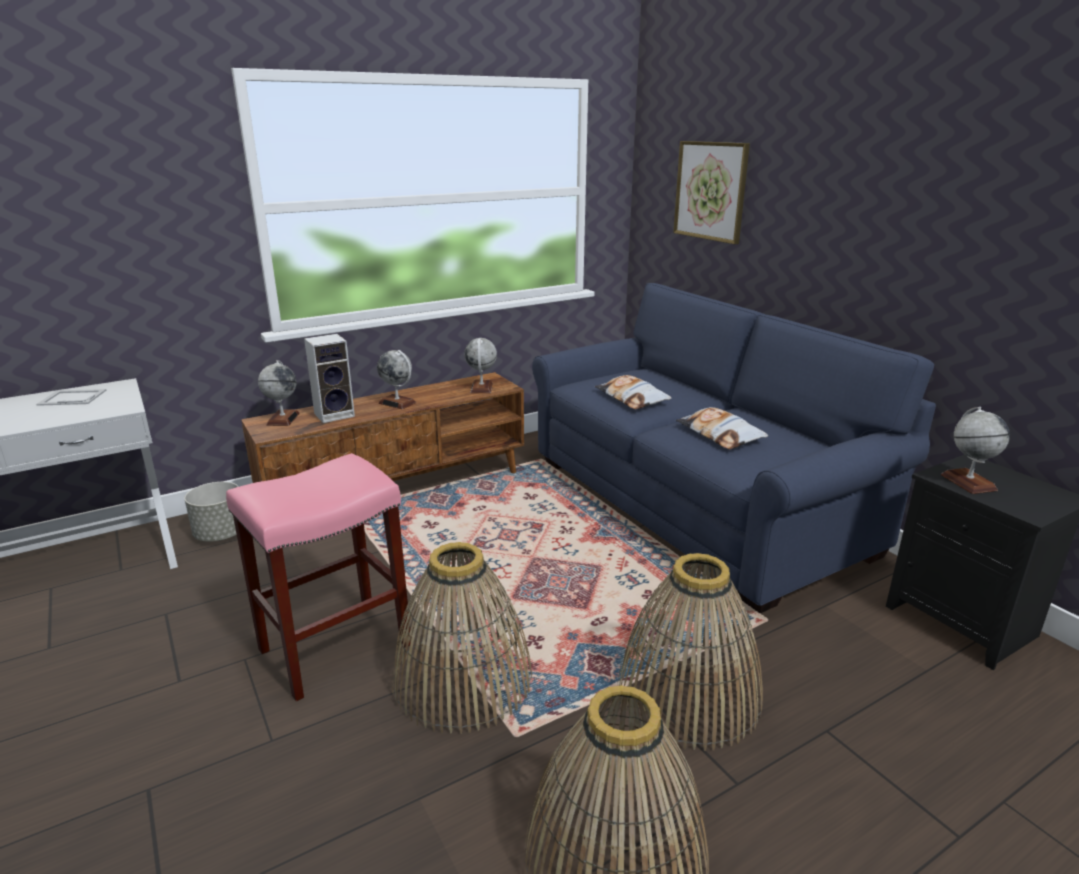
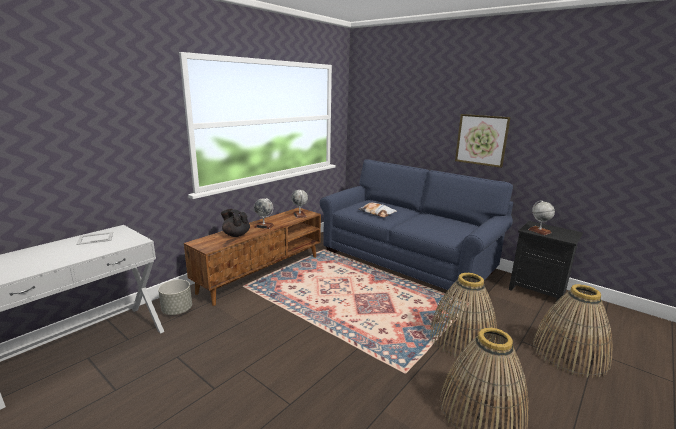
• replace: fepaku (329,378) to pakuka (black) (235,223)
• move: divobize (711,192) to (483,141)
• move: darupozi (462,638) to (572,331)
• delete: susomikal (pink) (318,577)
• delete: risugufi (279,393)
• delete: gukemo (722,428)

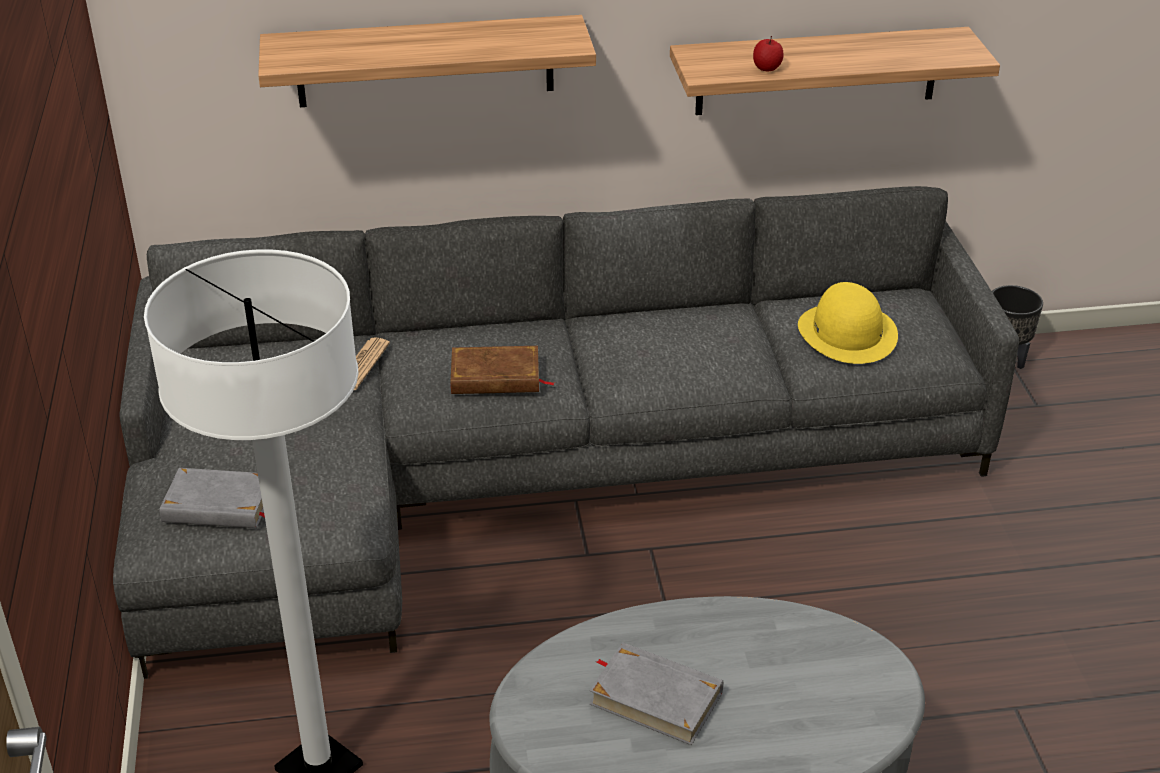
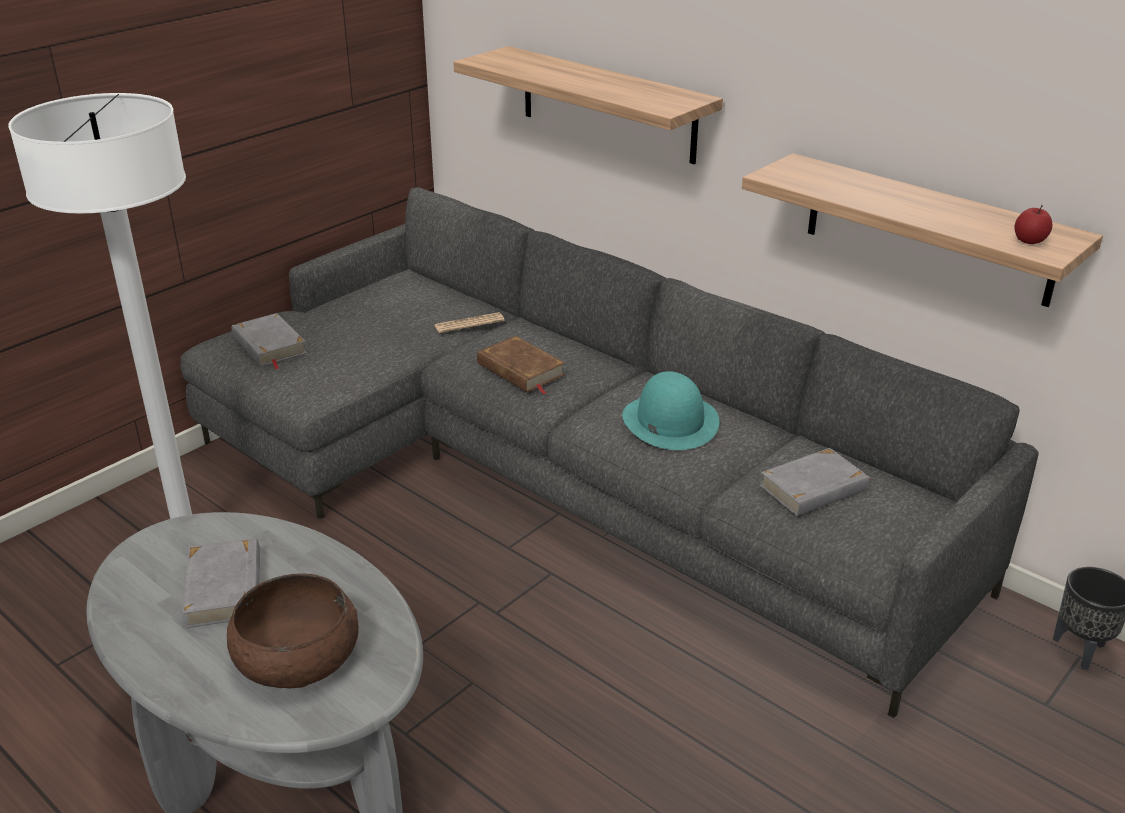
• insert: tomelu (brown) (292,631)
• insert: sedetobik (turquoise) (671,410)
• replace: sedetobik (yellow) (848,323) to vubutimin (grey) (815,482)
• move: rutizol (768,53) to (1033,224)

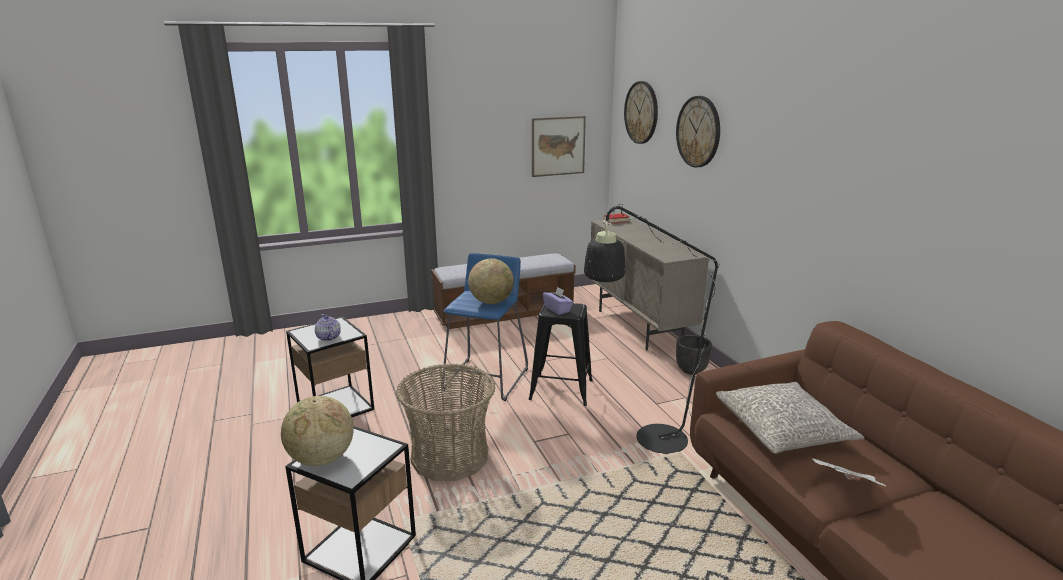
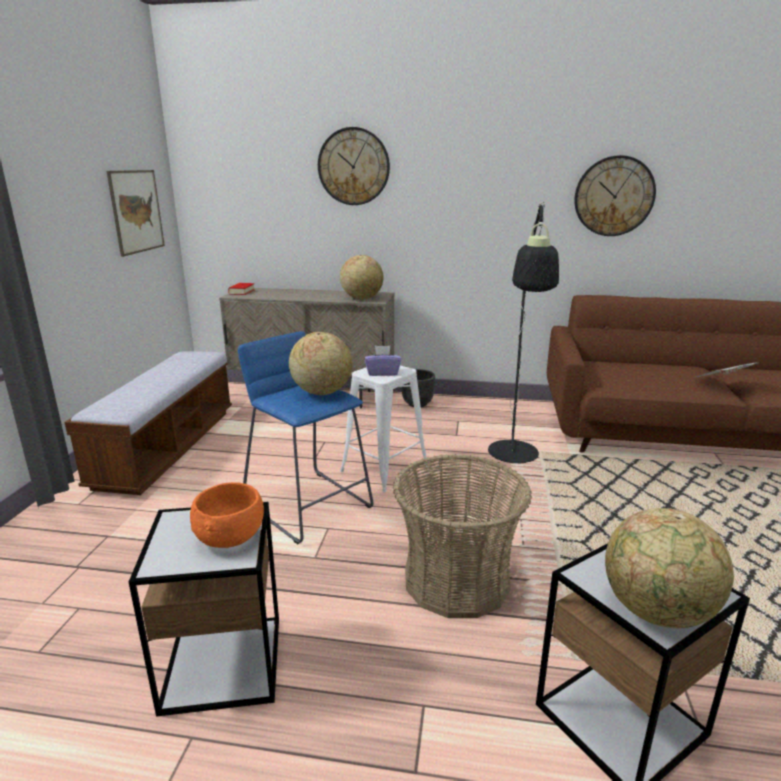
• replace: pakuka (328,327) to tomelu (orange) (227,515)
• insert: risugufi (361,277)
• recolor: susomikal (black) (561,354) to susomikal (white) (384,429)
• move: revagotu (641,112) to (615,195)
• delete: gukemo (grey) (790,418)

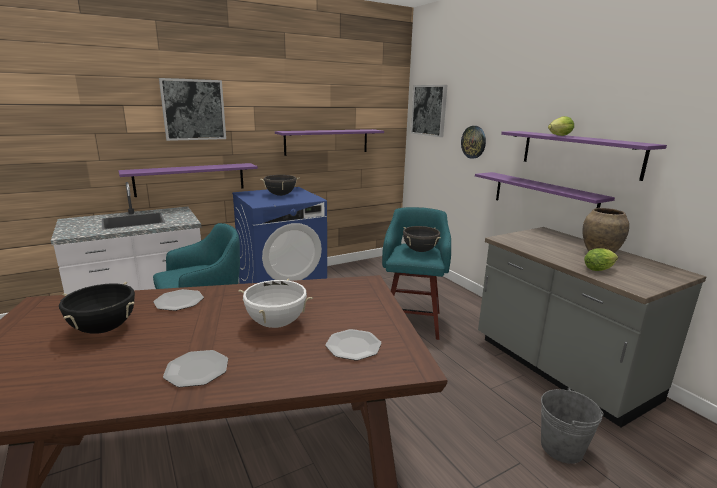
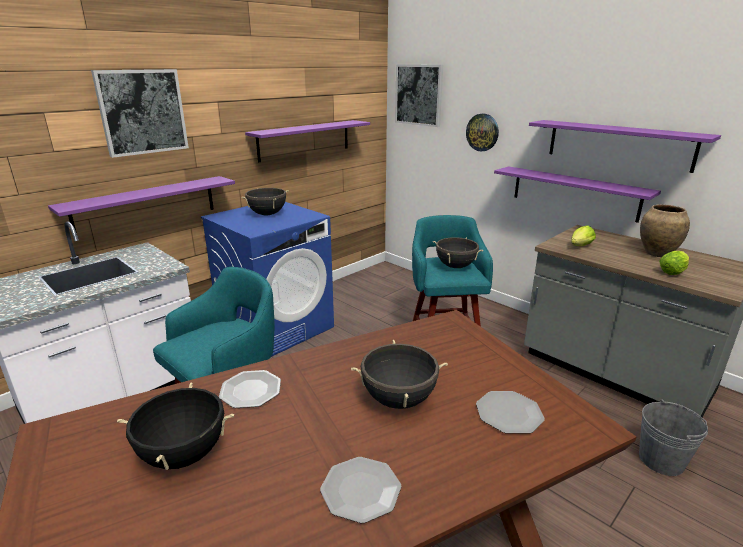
• recolor: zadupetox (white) (275,303) to zadupetox (black) (399,374)
• move: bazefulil (561,126) to (583,235)

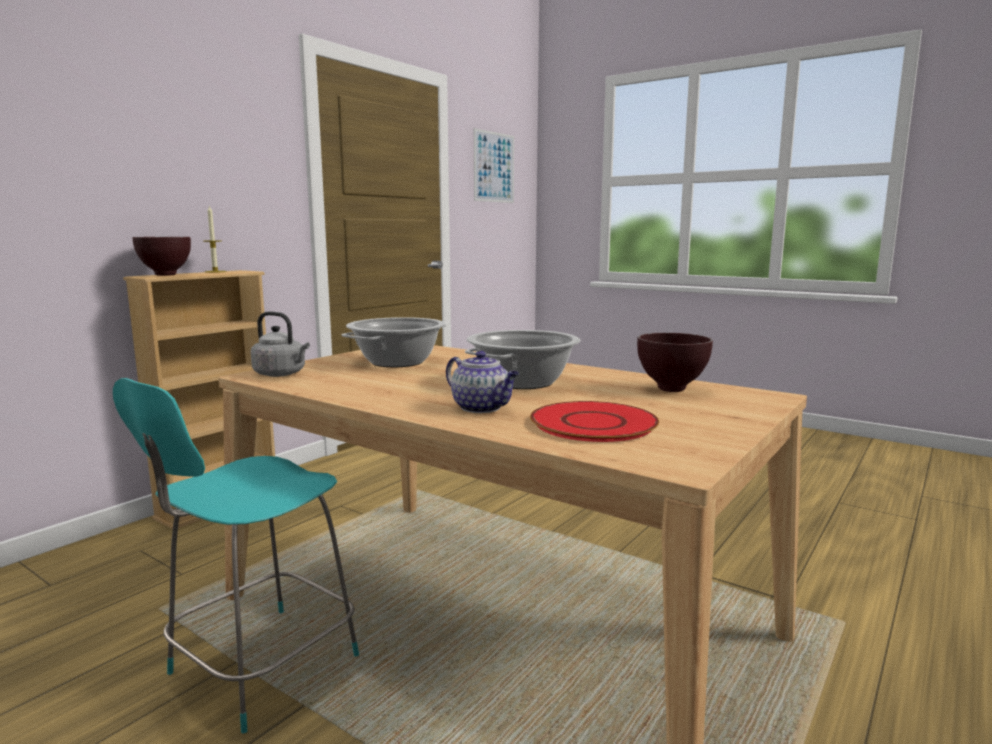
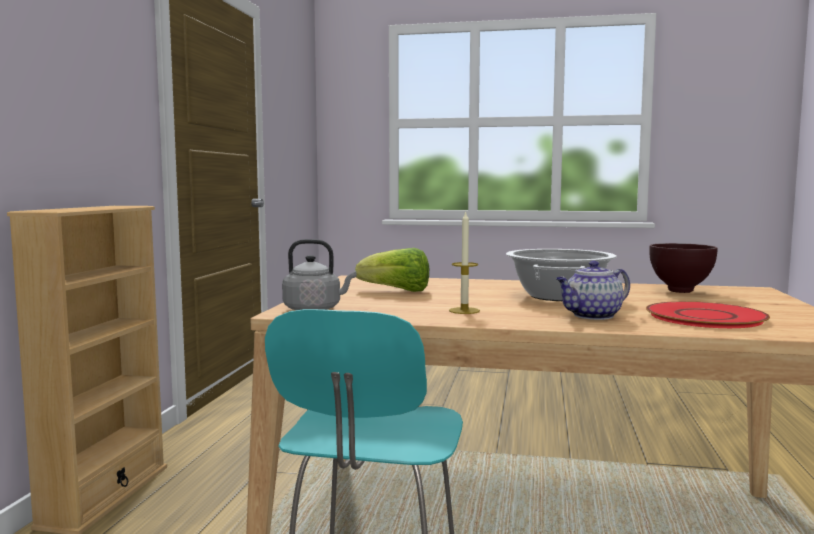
• replace: zadupetox (393,342) to bazefulil (392,270)
• move: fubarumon (214,239) to (464,262)
• rotate: pakuka (482,382) = (593,290) 135 degrees clockwise
• delete: tomelu (brown) (161,256)
• delete: divobize (494,165)

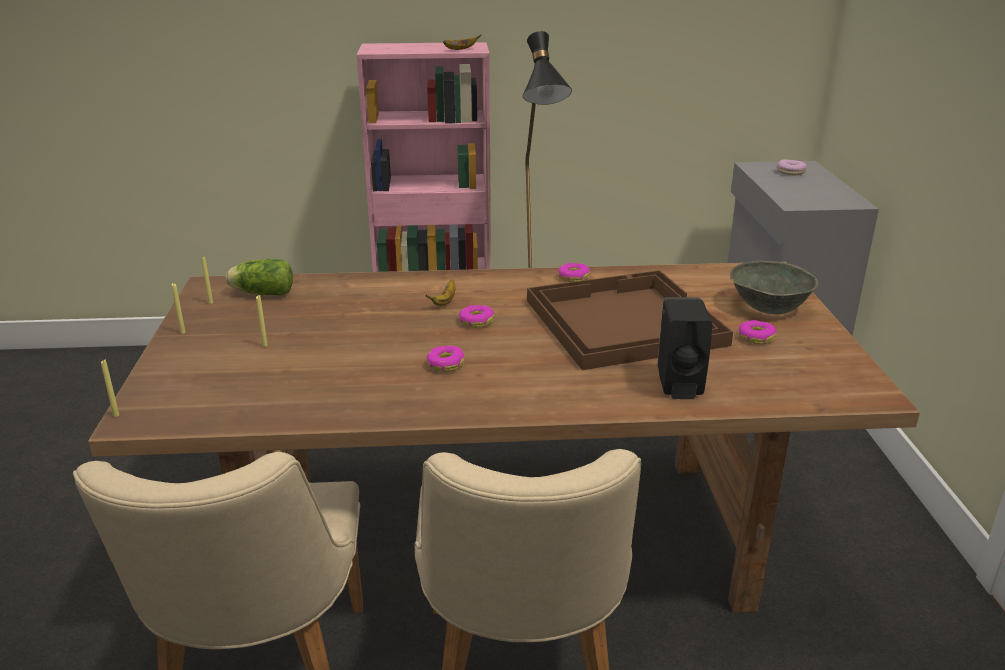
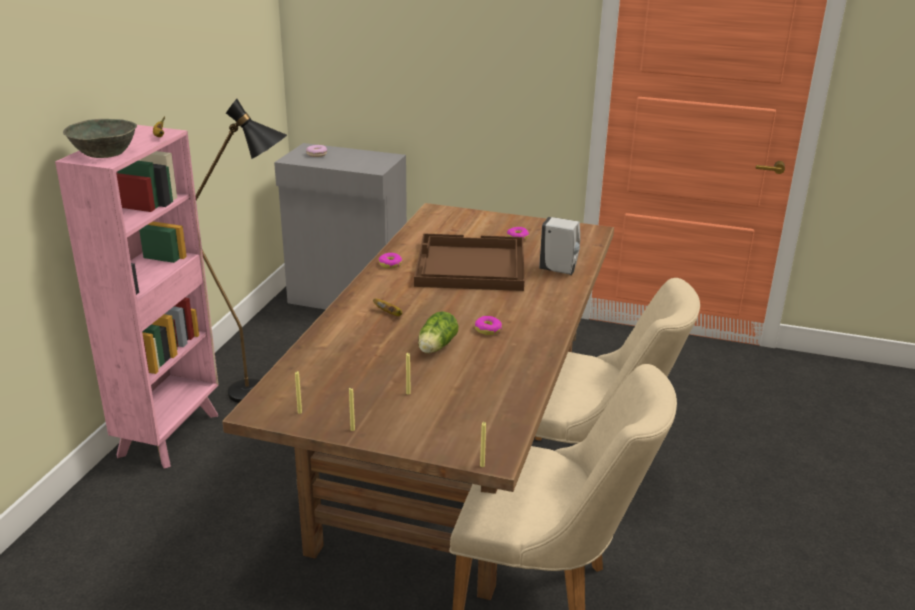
• move: tomelu (grey) (774,288) to (100,138)
• move: bazefulil (259,277) to (438,332)
• recolor: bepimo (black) (684,348) to bepimo (white) (559,246)
• delete: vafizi (476,316)

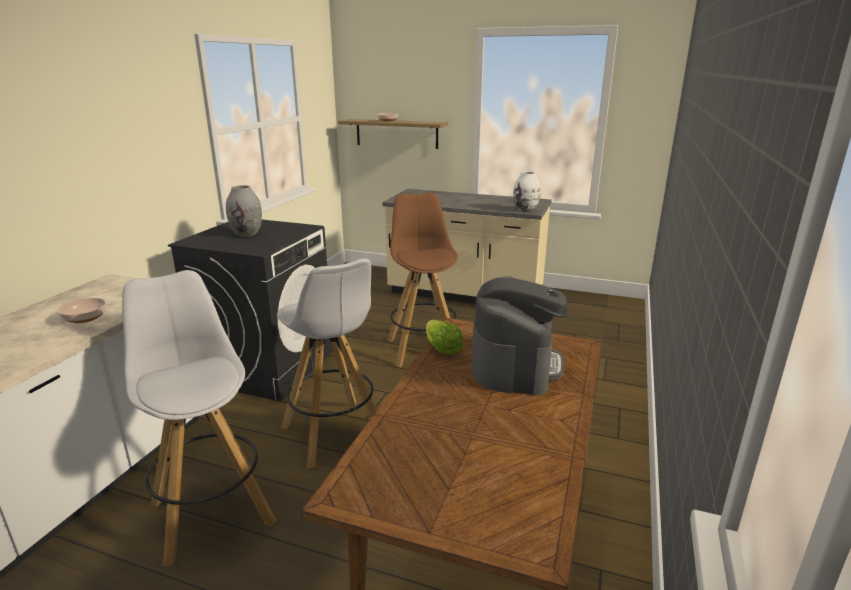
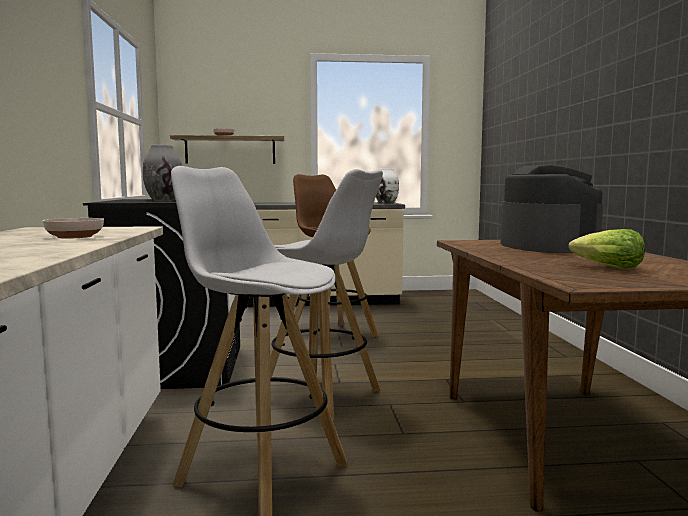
• move: bazefulil (444,337) to (607,249)

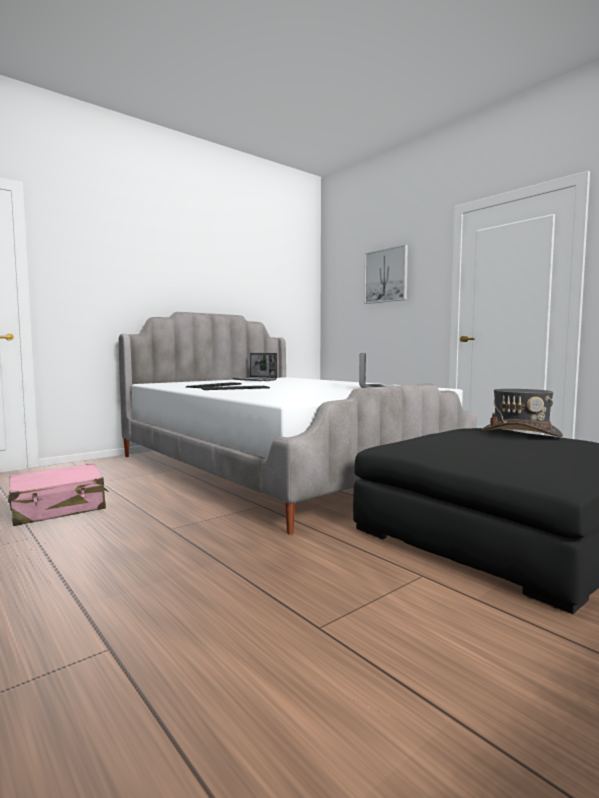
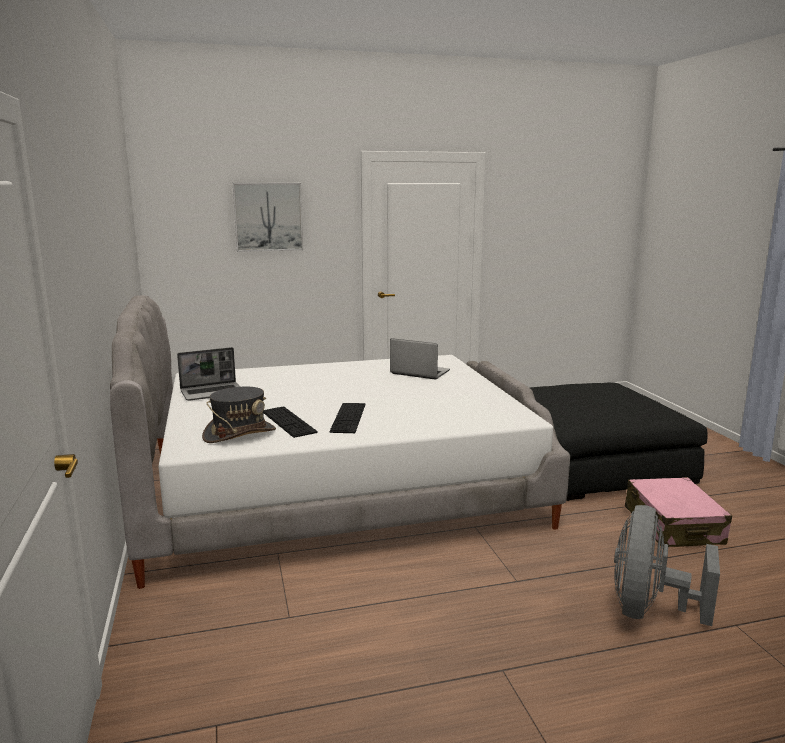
• move: sedetobik (grey) (522,413) to (239,415)
• insert: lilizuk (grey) (667,565)
• move: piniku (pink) (58,494) to (678,512)

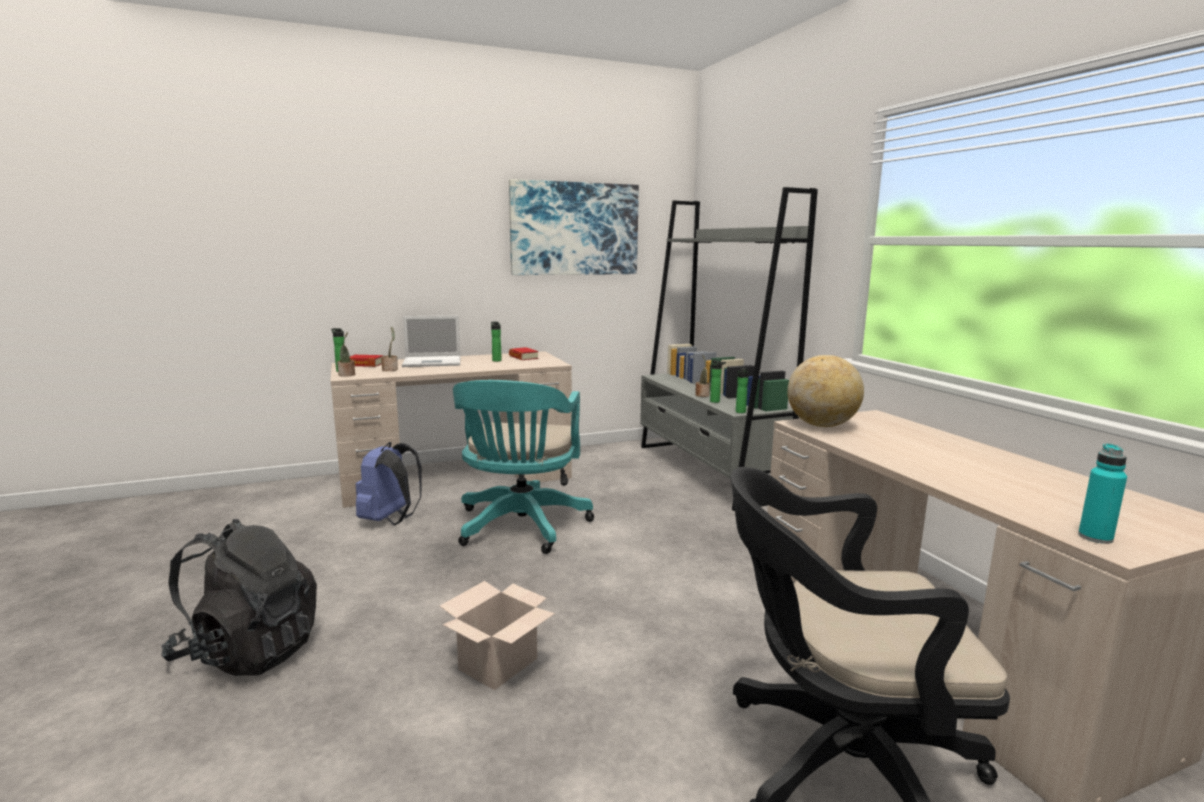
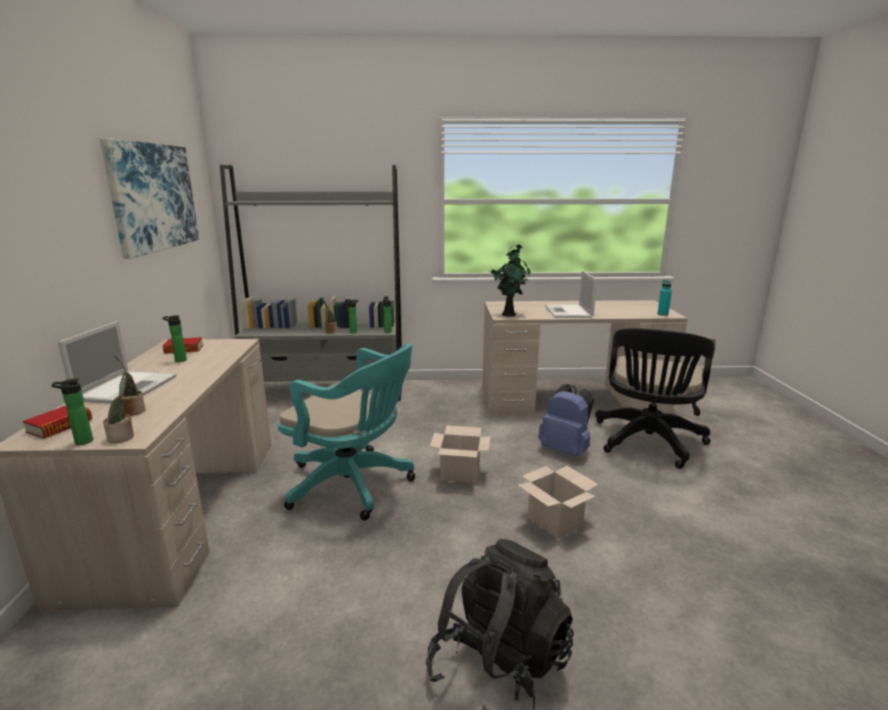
• insert: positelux (460,454)
• replace: risugufi (825,391) to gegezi (510,280)
• move: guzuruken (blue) (389,483) to (566,420)
• insert: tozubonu (571,294)

